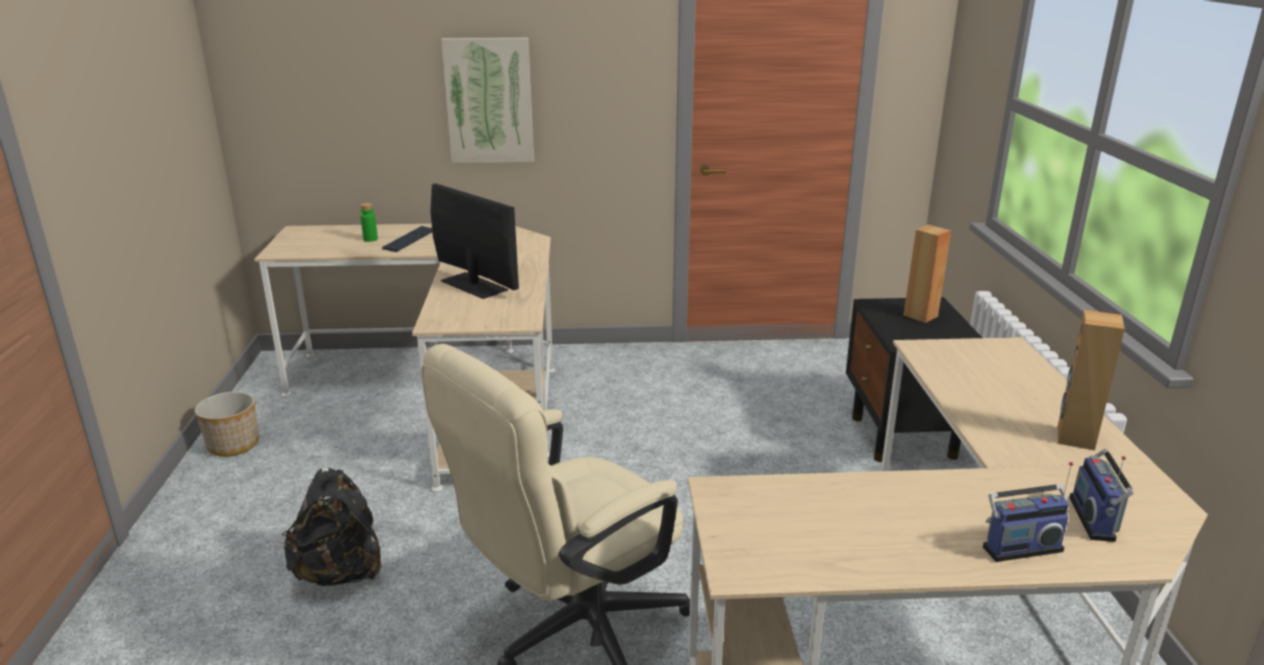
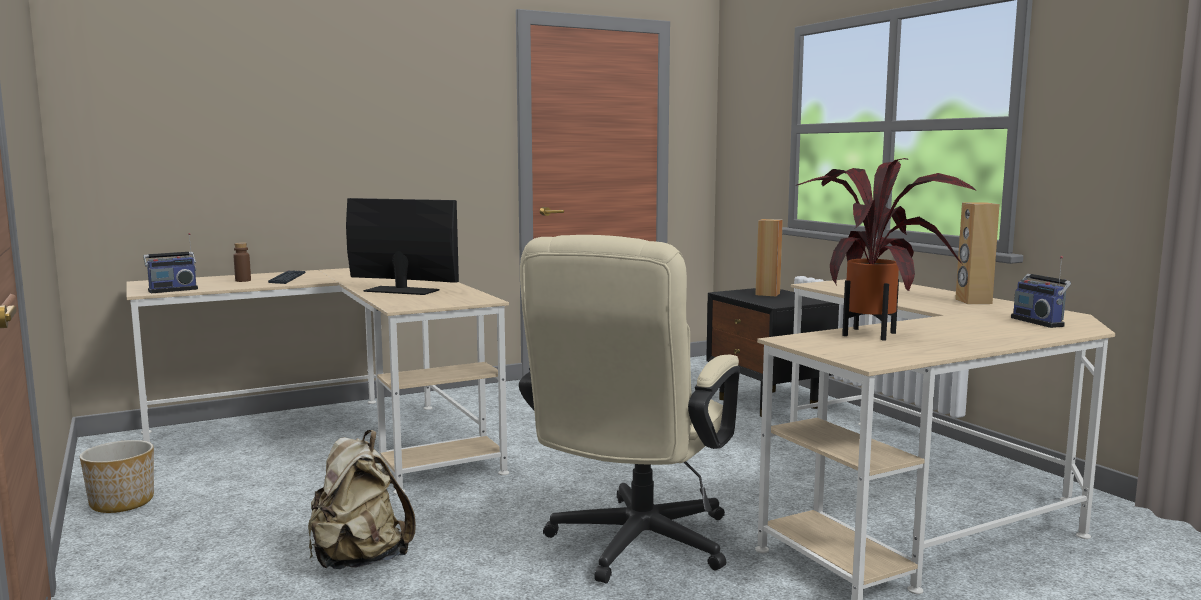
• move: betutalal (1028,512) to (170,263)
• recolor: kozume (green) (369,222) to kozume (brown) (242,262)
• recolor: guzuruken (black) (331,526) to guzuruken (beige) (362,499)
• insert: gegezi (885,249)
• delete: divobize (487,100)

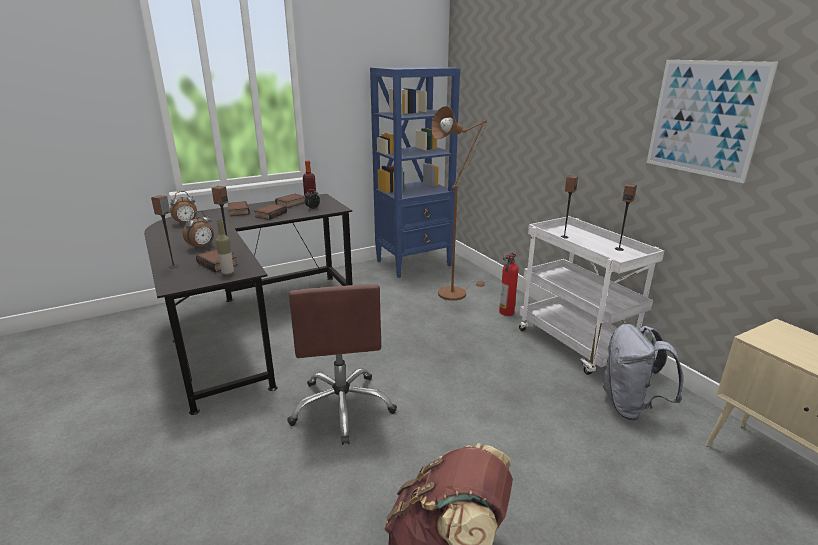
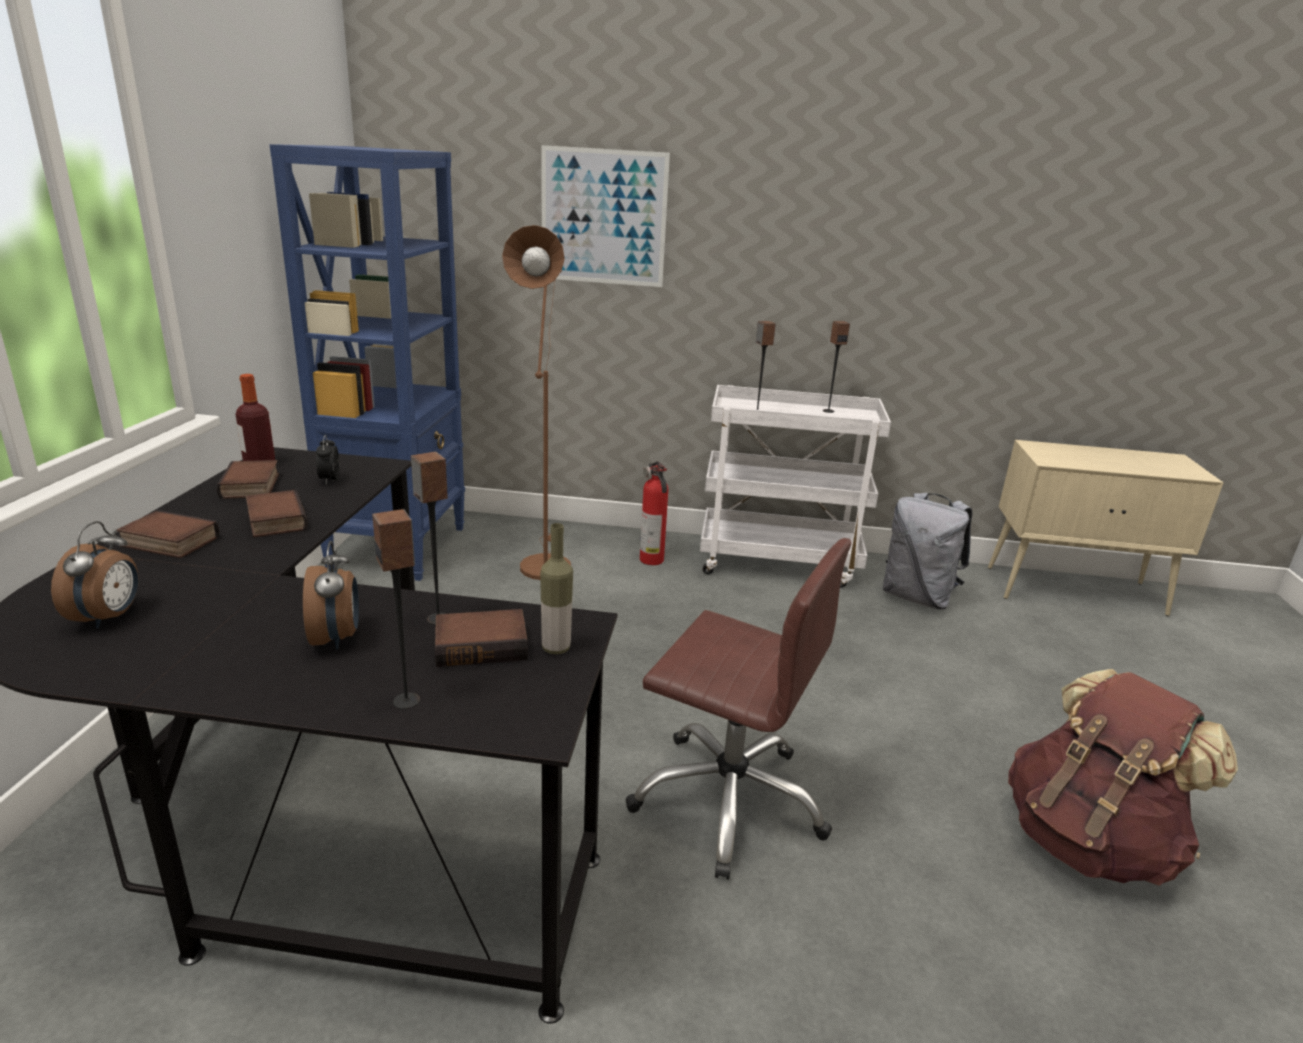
• move: divobize (712,121) to (606,216)

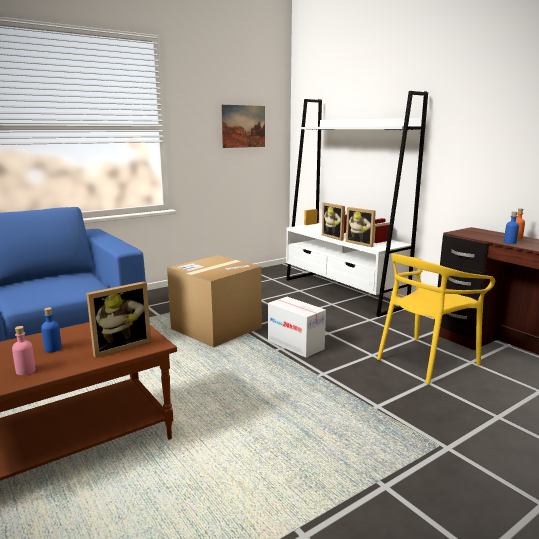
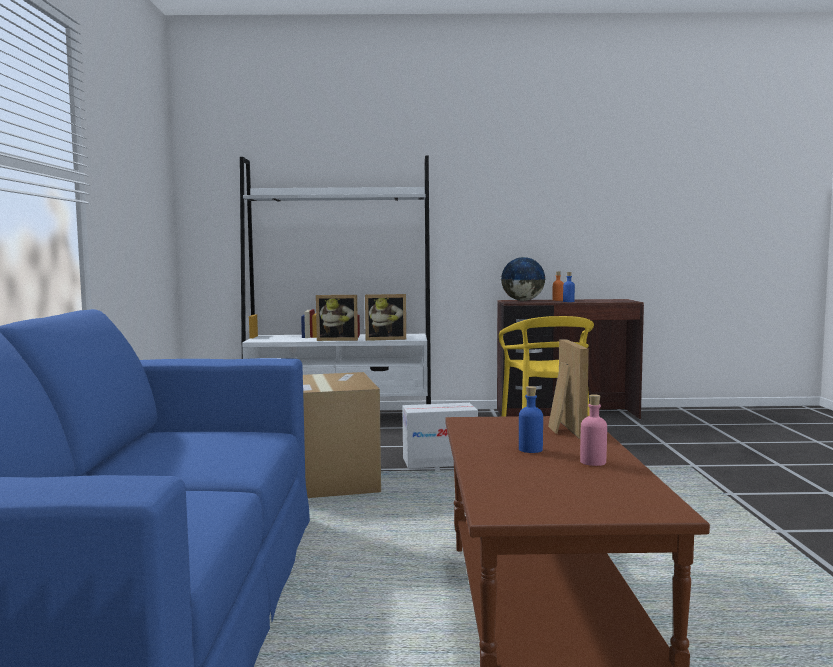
• insert: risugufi (523,279)
• delete: divobize (243,126)

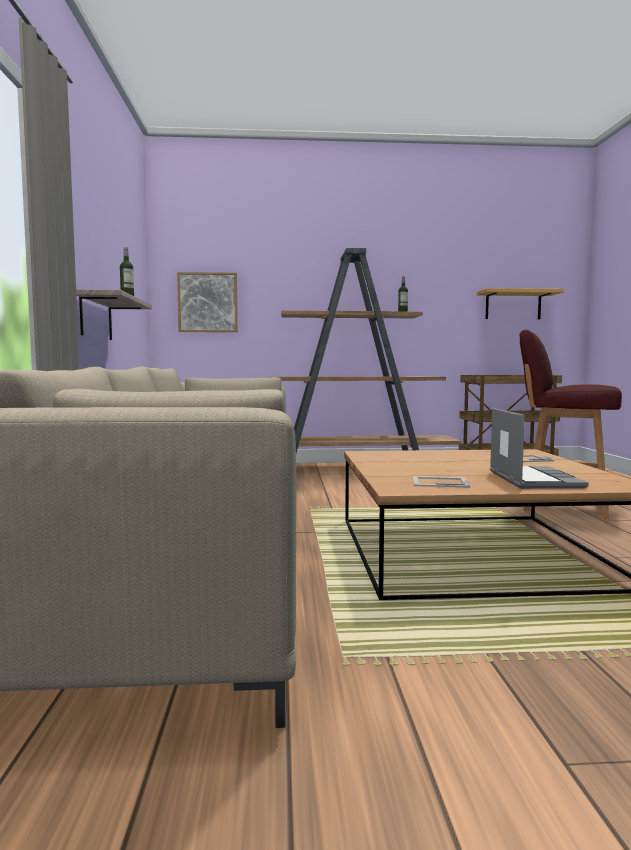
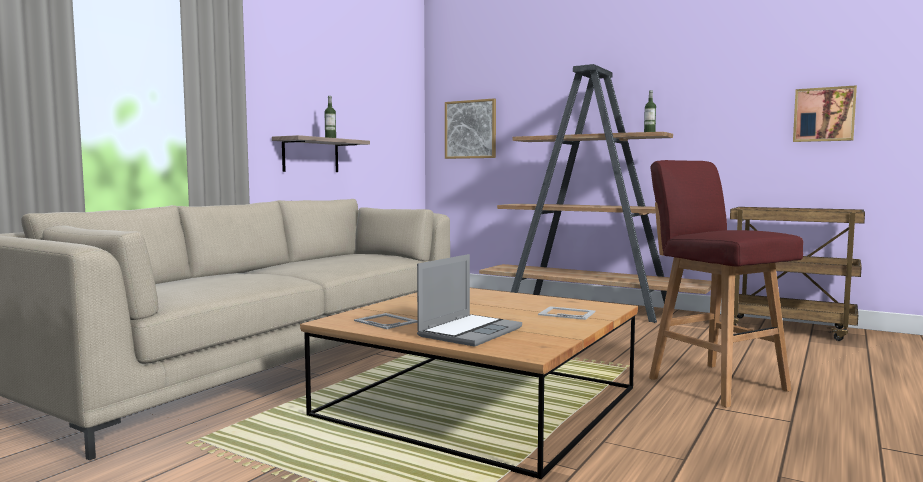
• replace: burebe (520,303) to divobize (825,113)

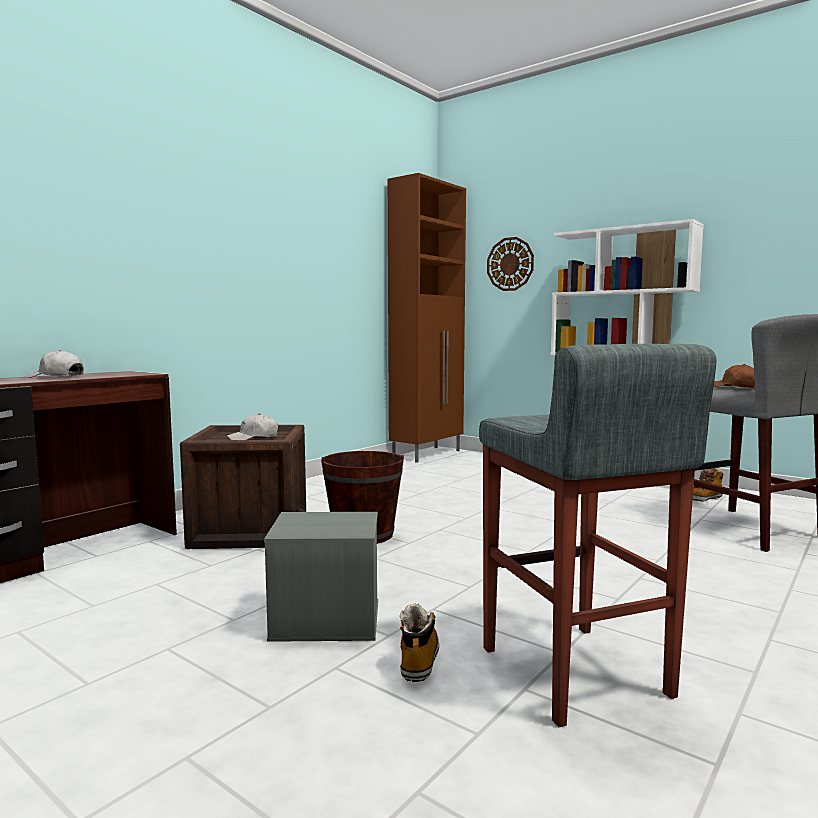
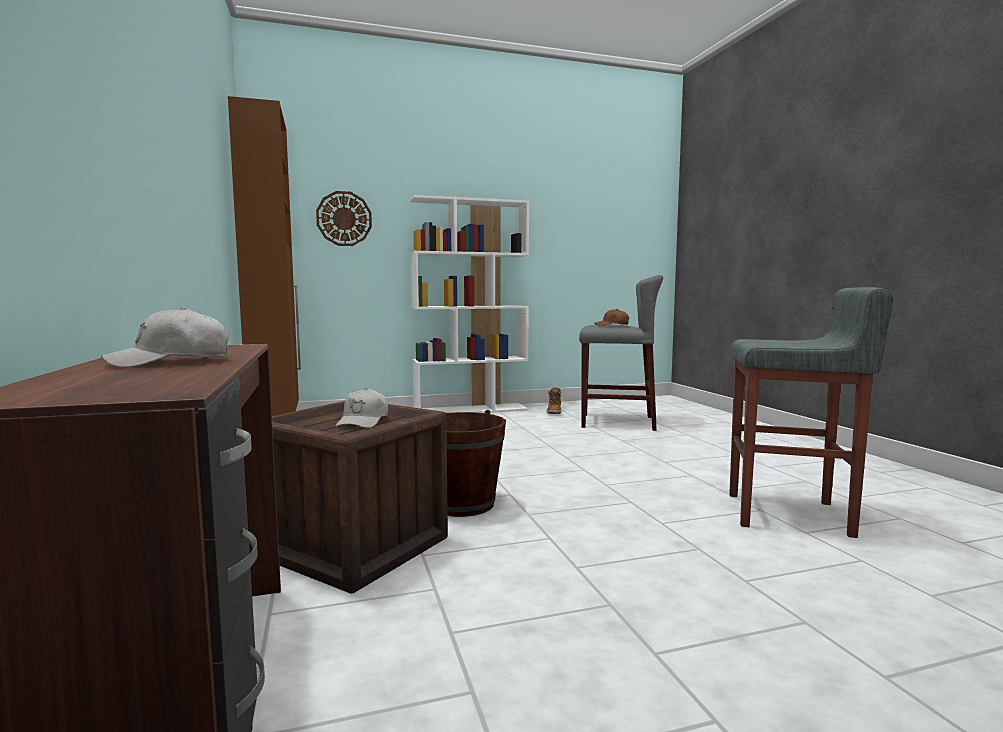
• delete: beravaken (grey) (321,577)
• delete: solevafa (419,643)

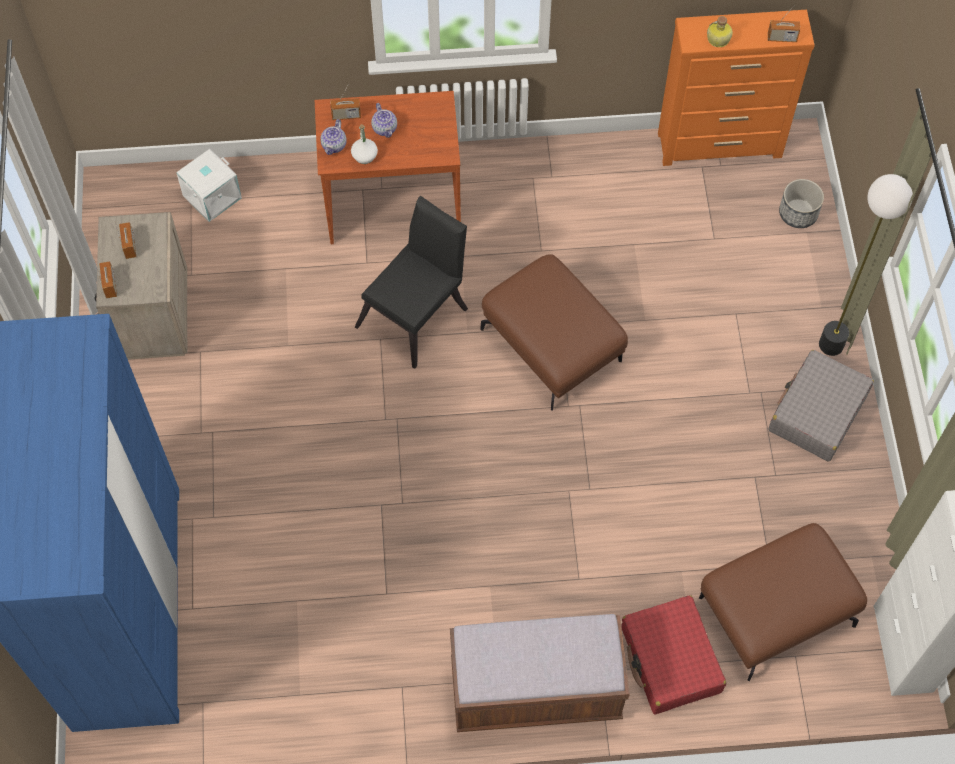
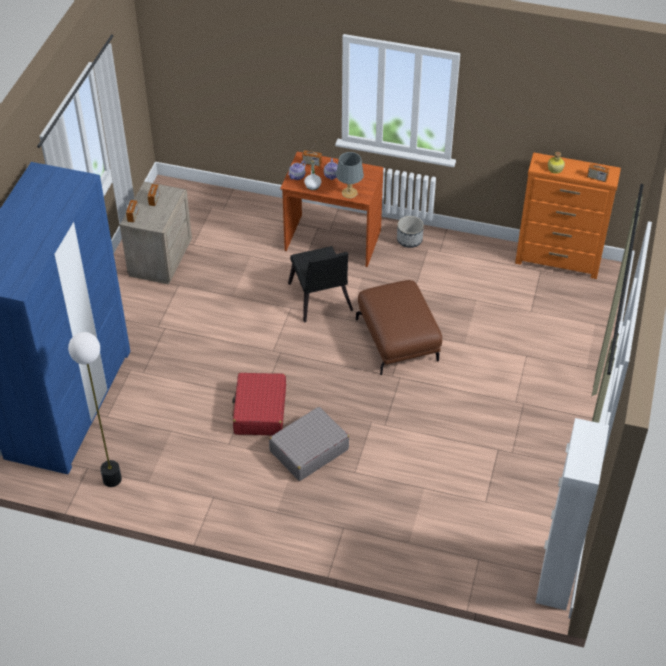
• move: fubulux (866,265) to (95,409)
• move: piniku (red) (673,655) to (259,404)
• move: piniku (grey) (821,406) to (309,444)
• rotate: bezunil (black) (411,282) = (320,284) 105 degrees clockwise
• insert: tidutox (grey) (350,175)
• move: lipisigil (801,203) to (410,232)
• delete: beravaken (white) (209,185)
• delete: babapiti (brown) (540,673)
• delete: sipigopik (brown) (783,602)

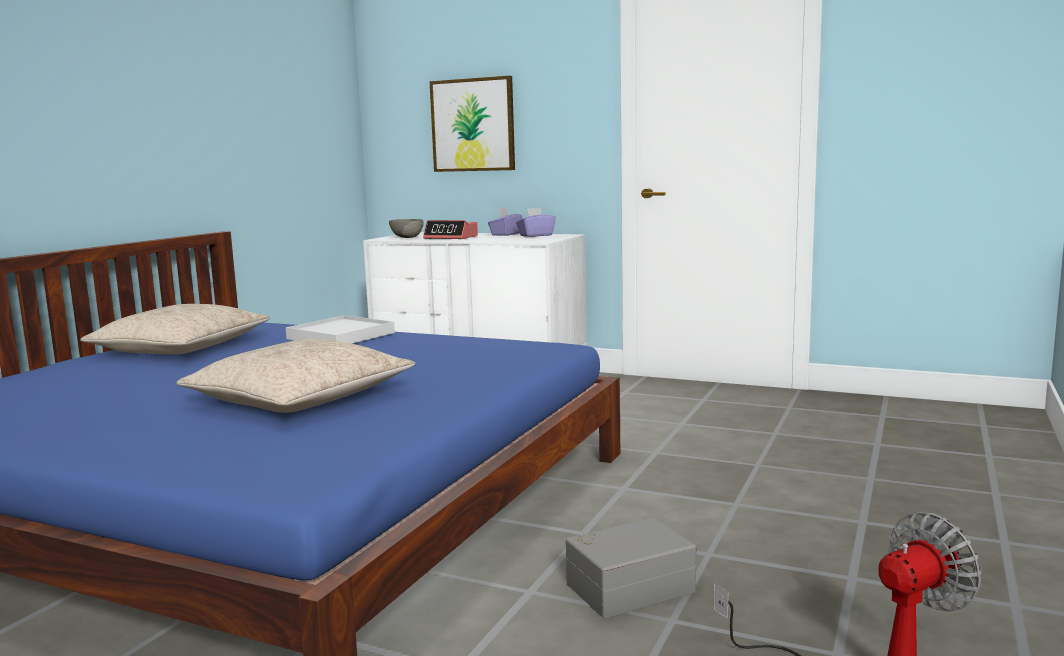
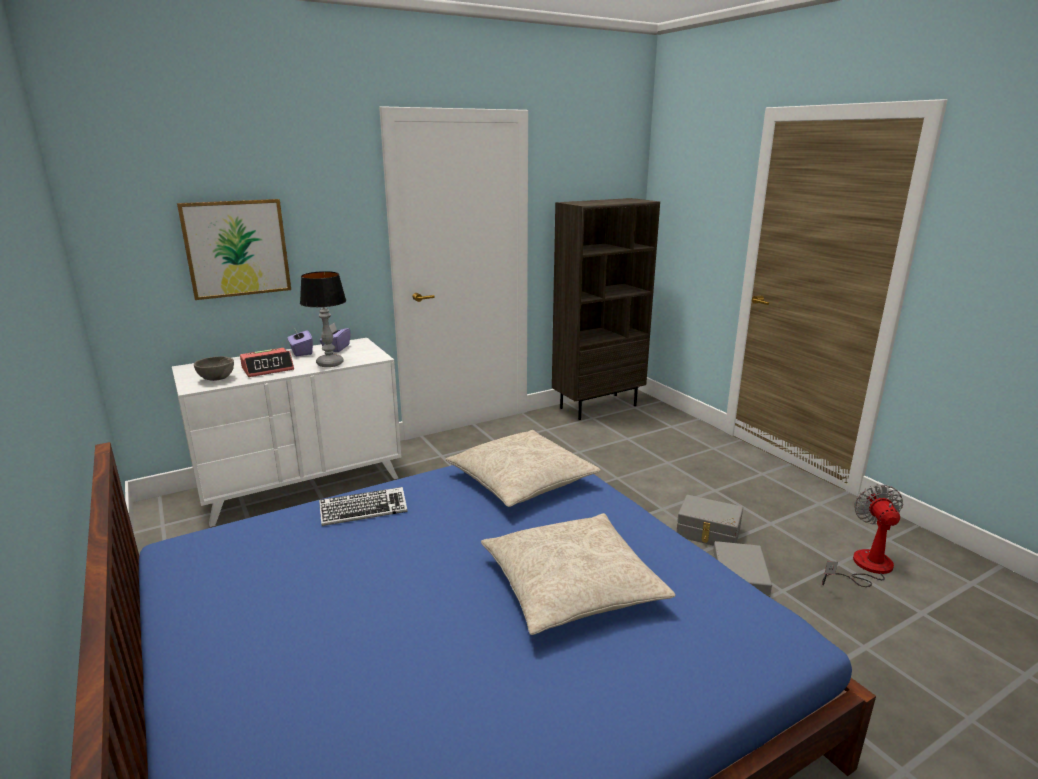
• insert: tidutox (323,319)
• replace: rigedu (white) (340,329) to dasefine (363,506)
• move: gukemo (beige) (175,329) to (523,468)
• insert: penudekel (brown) (606,309)
• insert: beravaken (grey) (709,520)

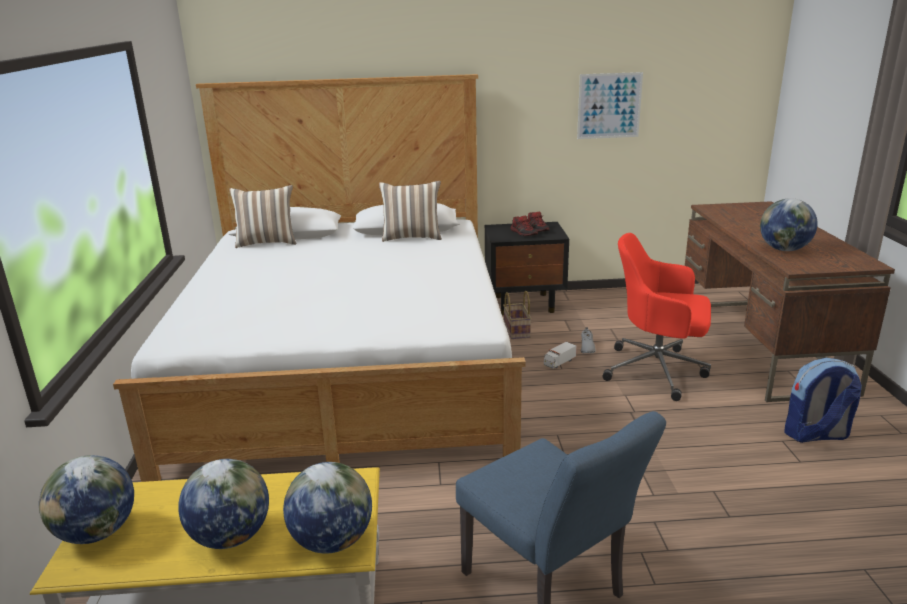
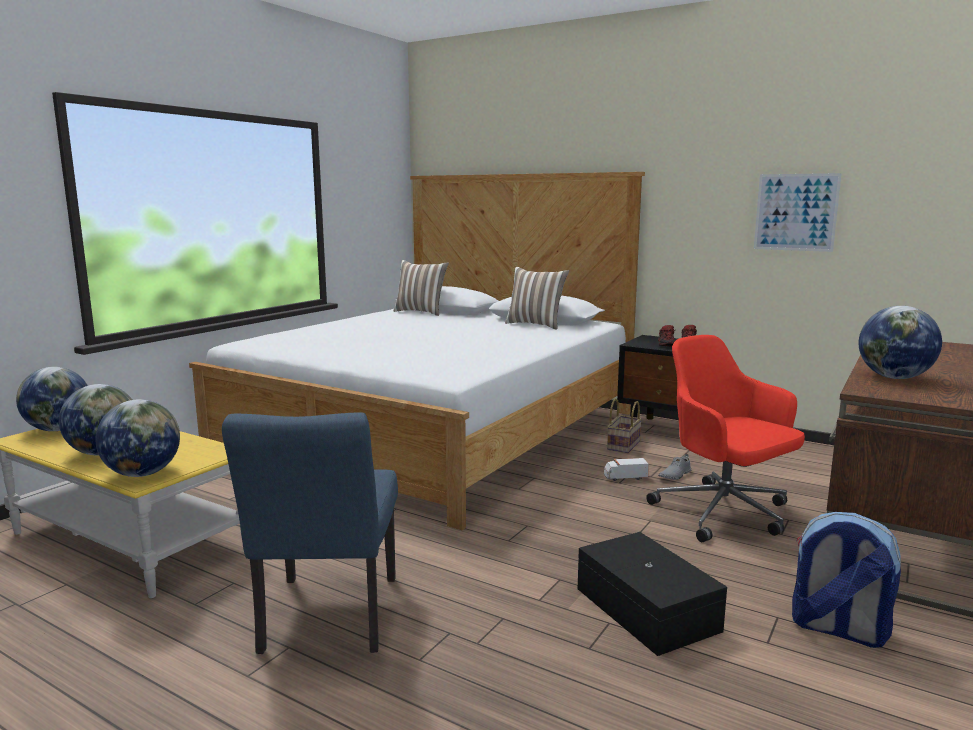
• insert: beravaken (black) (652,594)

